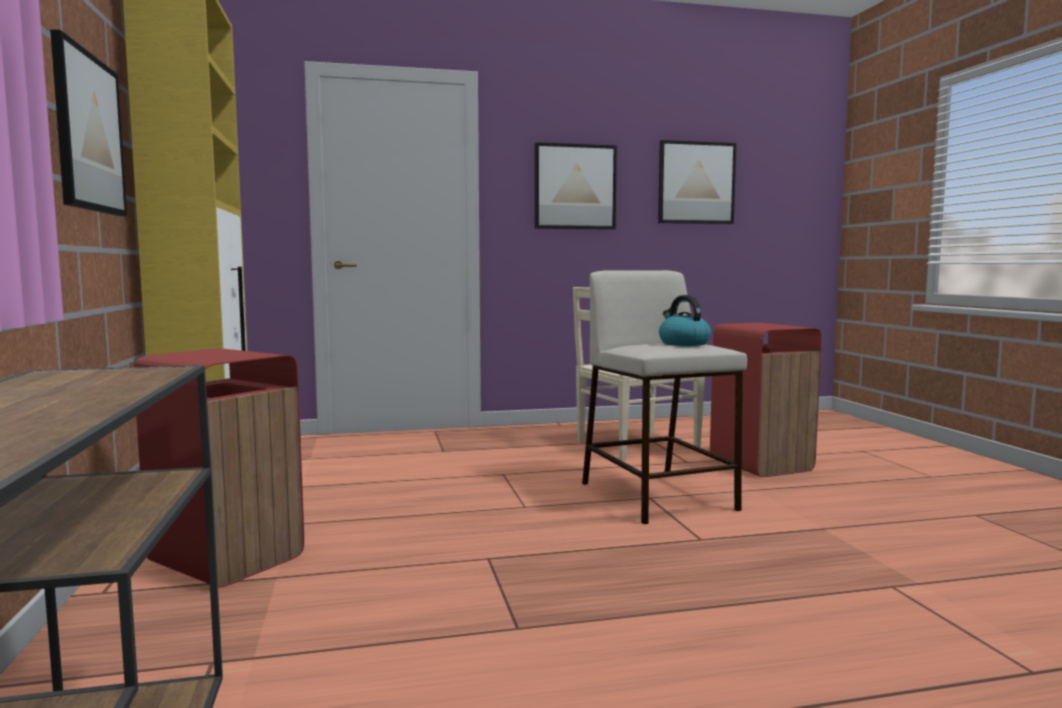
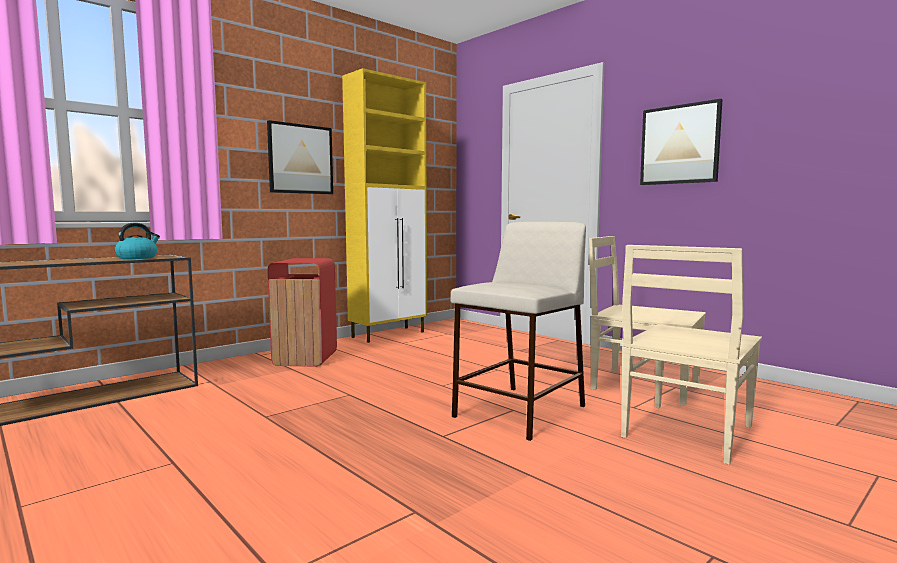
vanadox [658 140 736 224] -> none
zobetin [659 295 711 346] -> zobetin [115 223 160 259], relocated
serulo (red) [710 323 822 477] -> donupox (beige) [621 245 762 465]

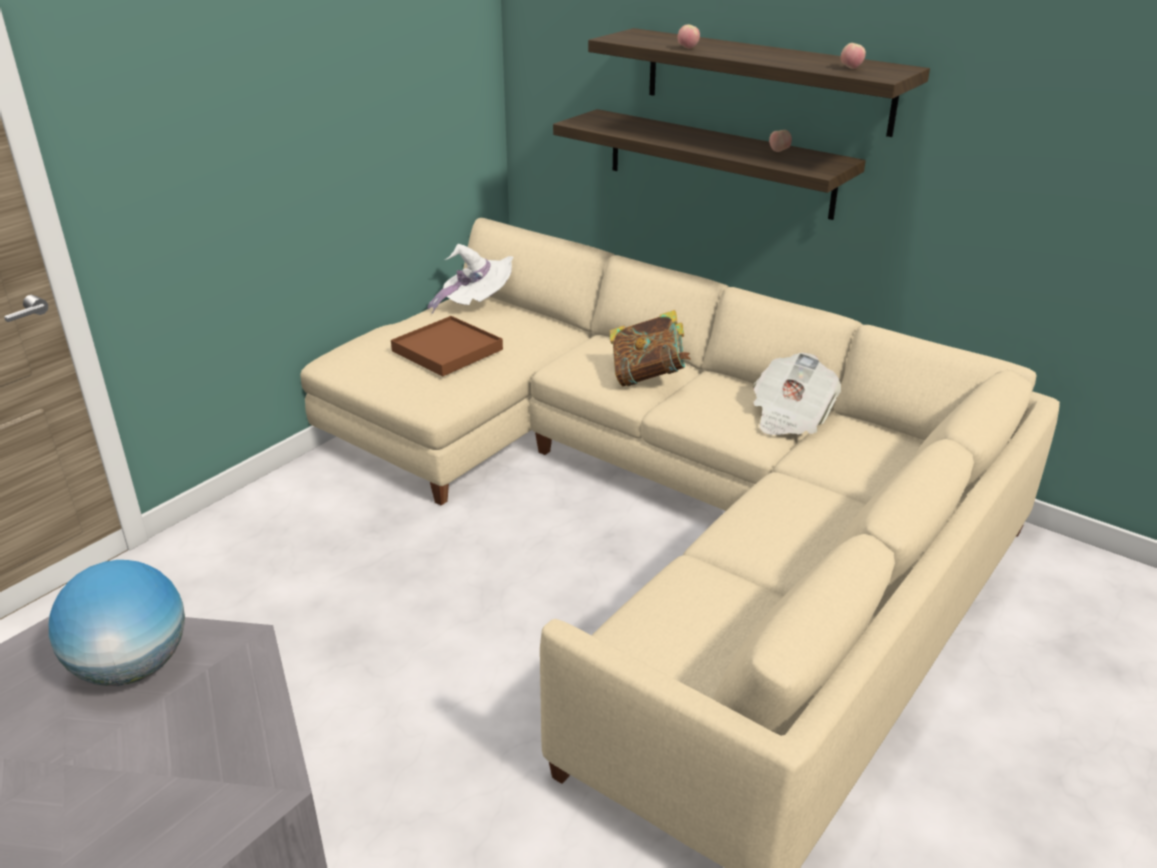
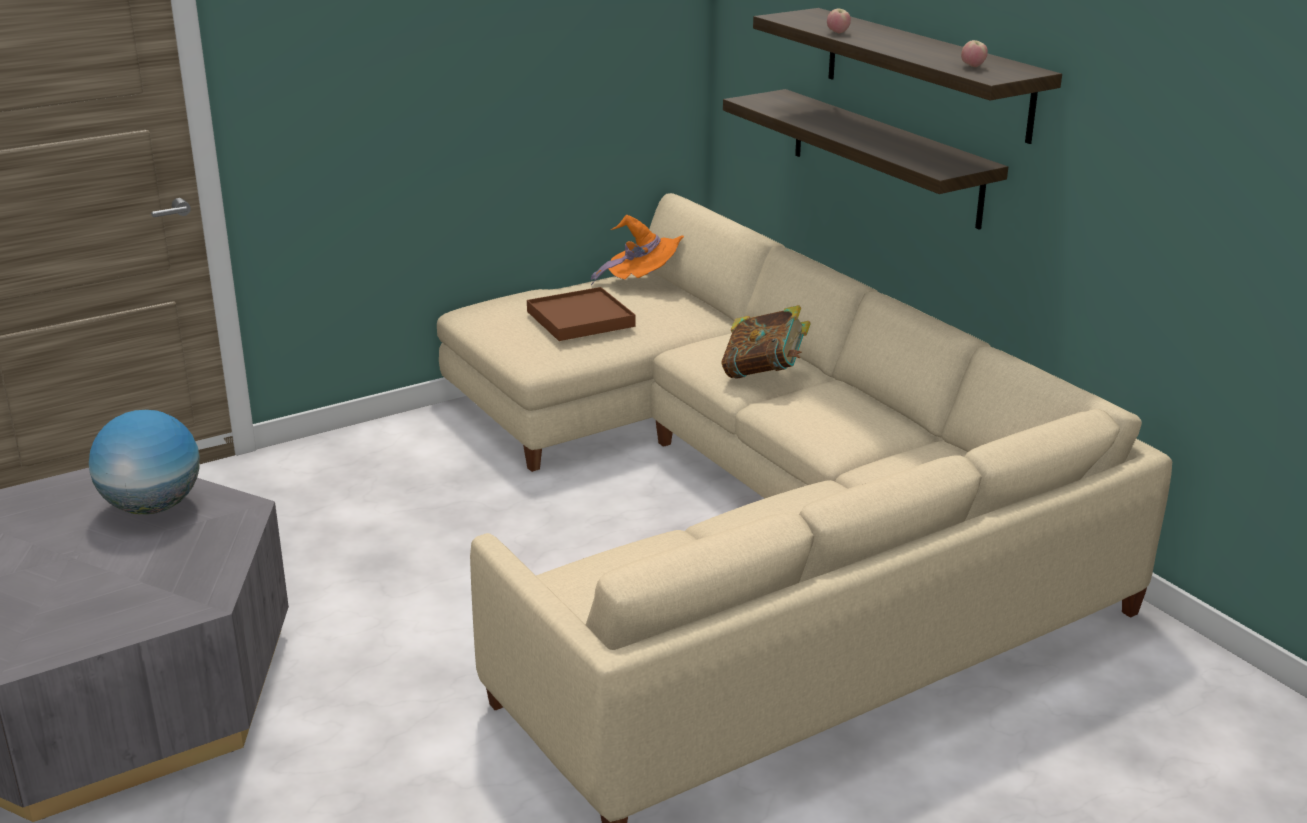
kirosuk [753 352 841 435] -> none
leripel [769 130 792 152] -> none
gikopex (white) [427 244 514 314] -> gikopex (orange) [591 215 684 285]

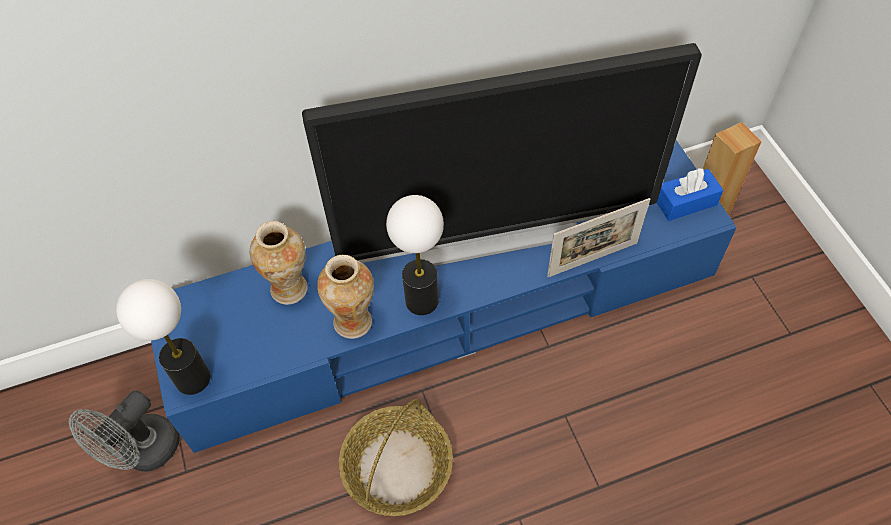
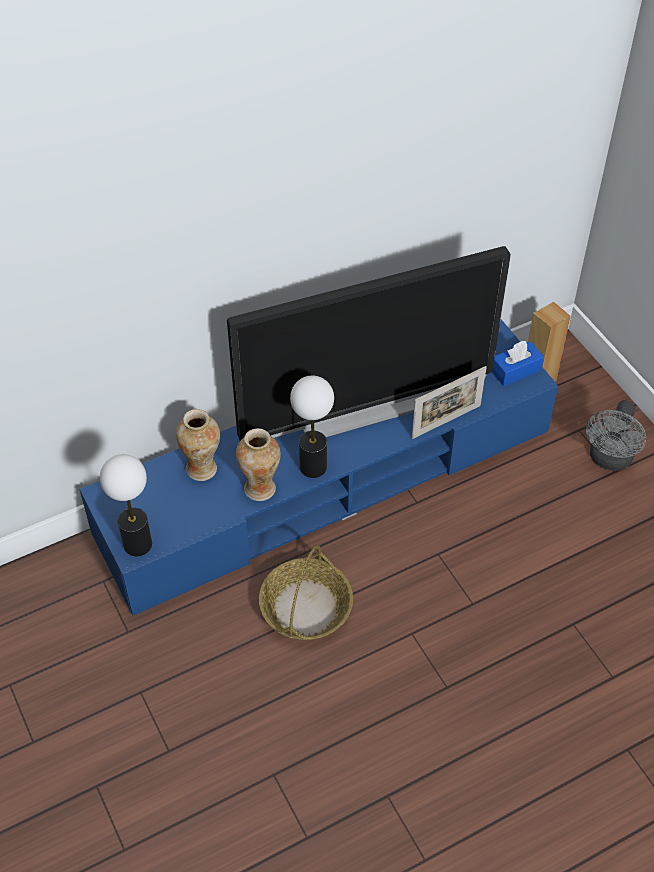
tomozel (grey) [69 391 179 472] -> tomozel (grey) [586 400 646 471], relocated

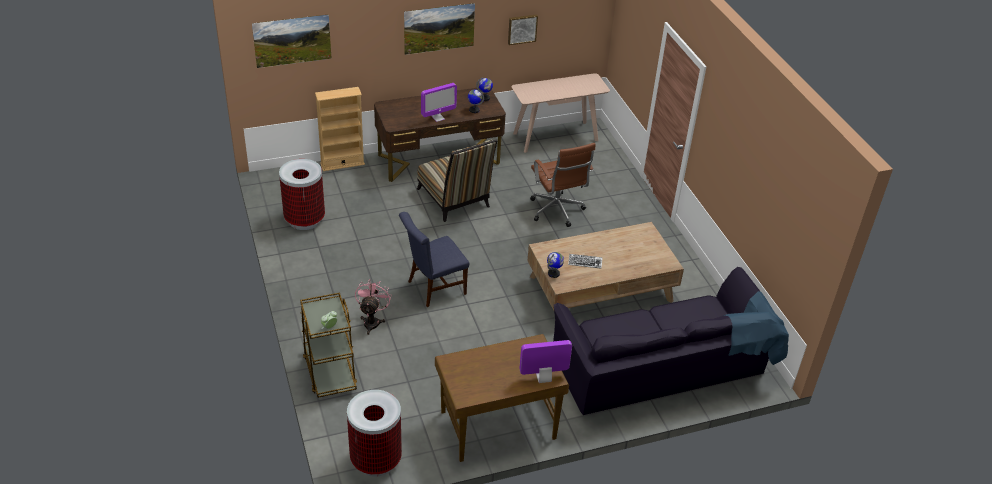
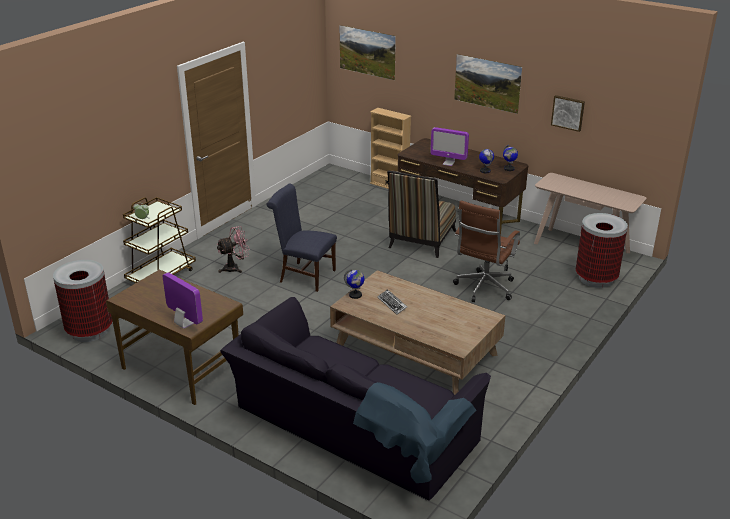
serulo [279 159 325 230] -> serulo [576 213 628 288], relocated

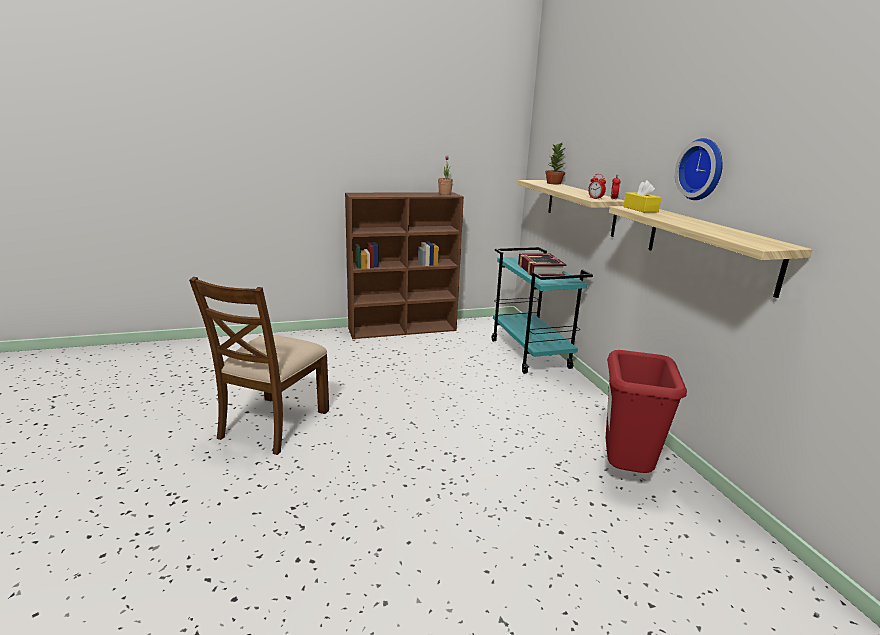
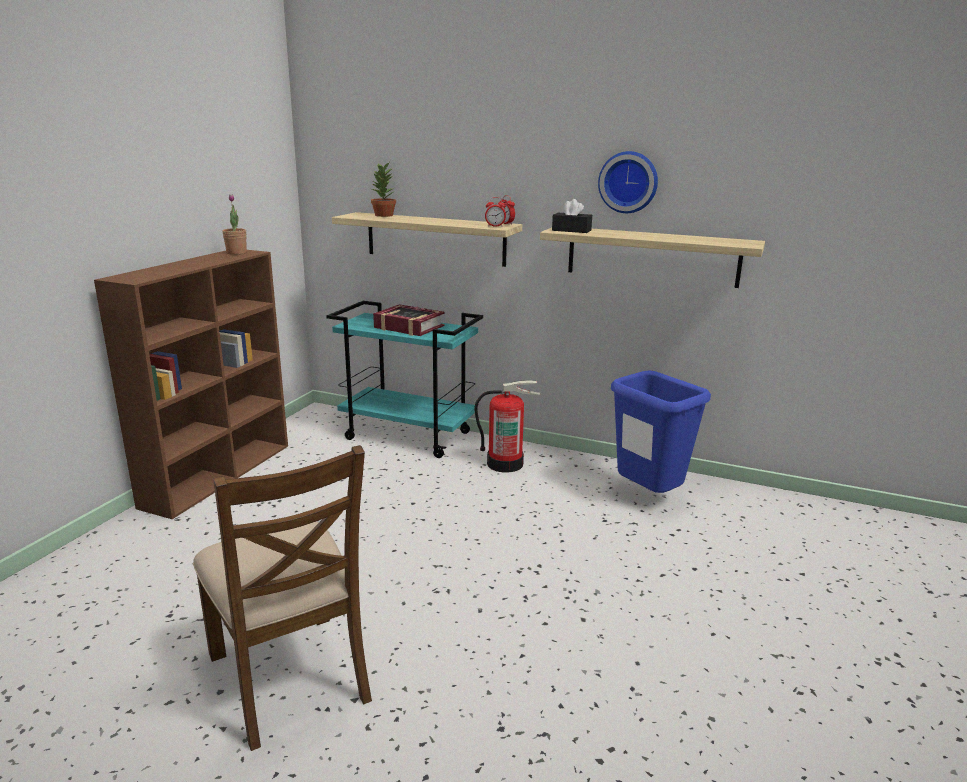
none -> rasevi [474 380 541 472]
serulo (red) [606 350 687 473] -> serulo (blue) [611 371 711 493]
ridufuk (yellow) [623 180 661 213] -> ridufuk (black) [552 199 592 233]

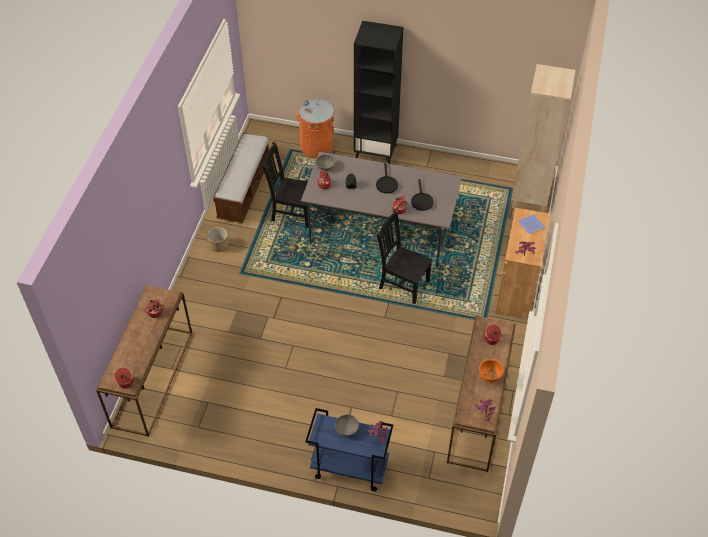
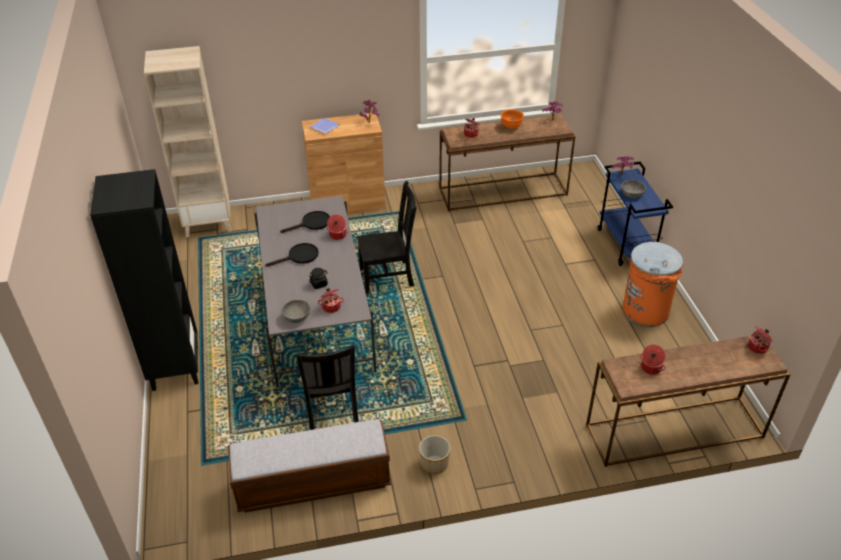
serulo (orange) [296 99 334 158] -> serulo (orange) [622 242 683 327], relocated
donupox (black) [377 209 432 304] -> donupox (black) [357 181 417 293], 105 degrees counterclockwise

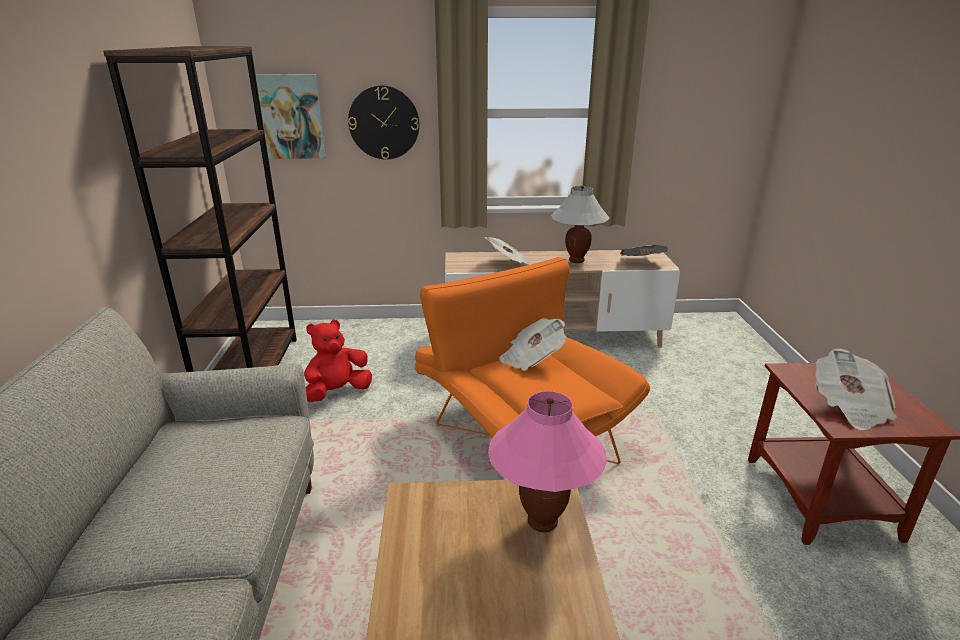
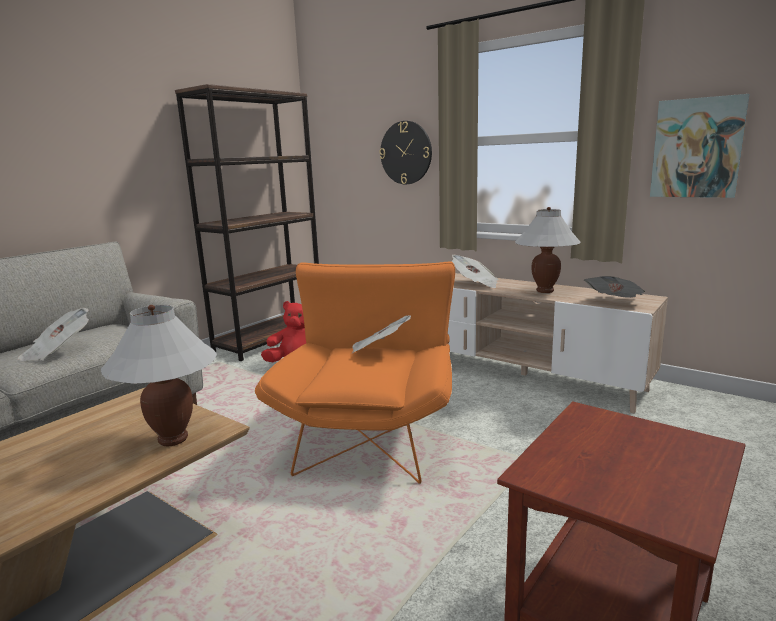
vanadox [248 74 326 159] -> vanadox [650 94 750 198], relocated
kirosuk [815 349 897 430] -> kirosuk [18 308 89 361], relocated
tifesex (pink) [488 391 607 533] -> tifesex (white) [101 305 217 446]

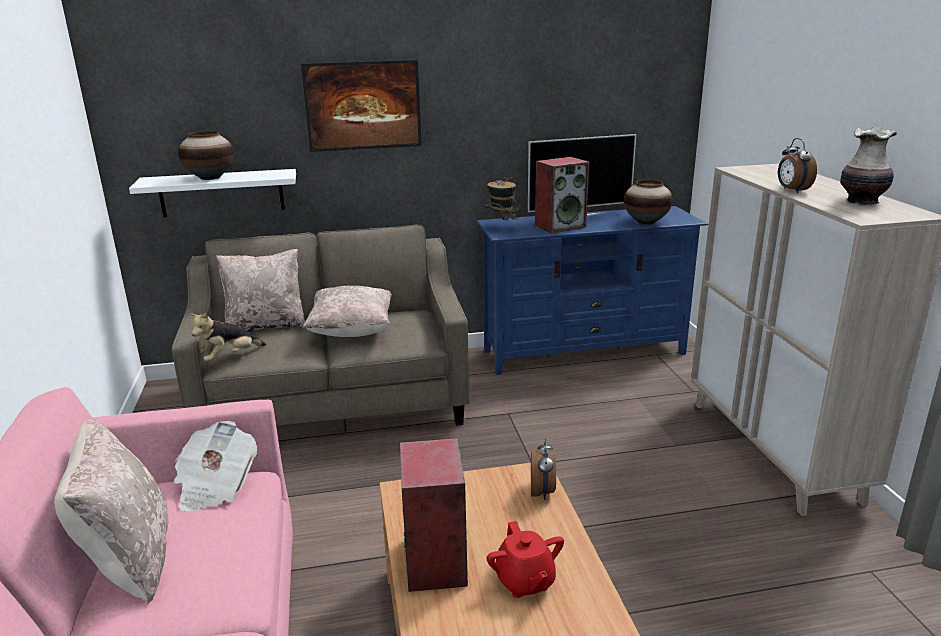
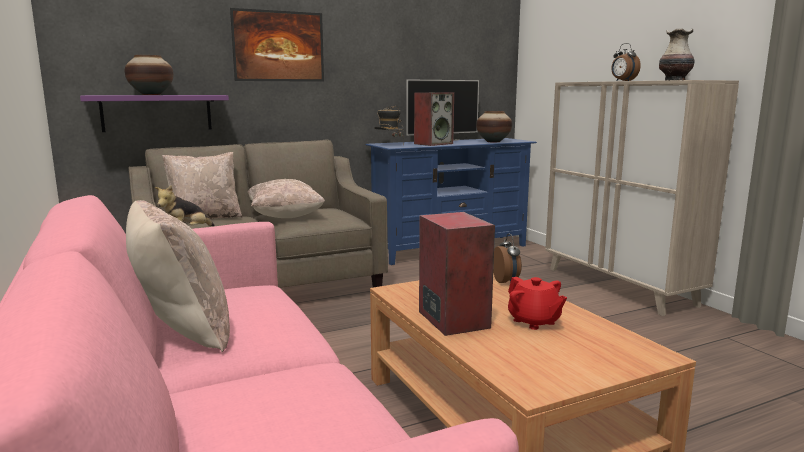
kirosuk [174 421 257 511] -> none
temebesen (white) [129 169 296 217] -> temebesen (purple) [80 95 229 132]

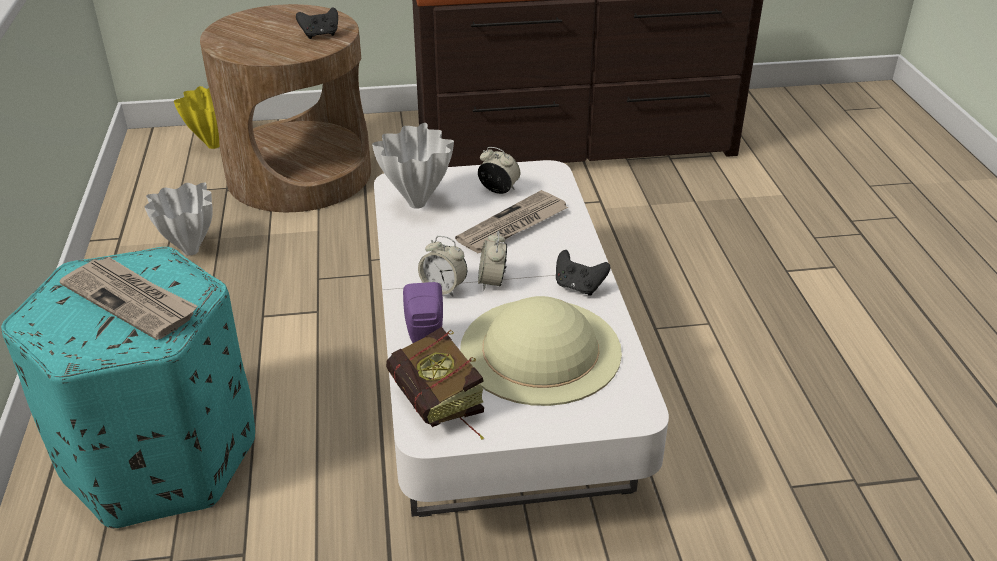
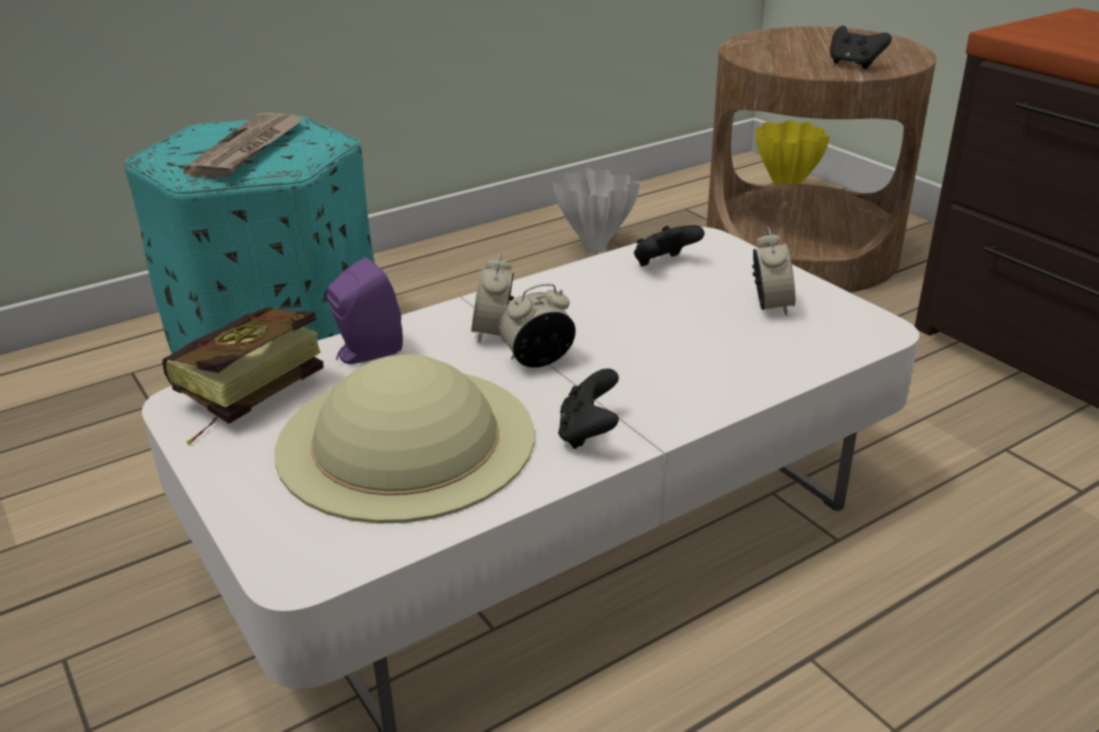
kirosuk [455 190 568 253] -> none
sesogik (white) [372 123 454 209] -> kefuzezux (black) [634 225 704 266]

